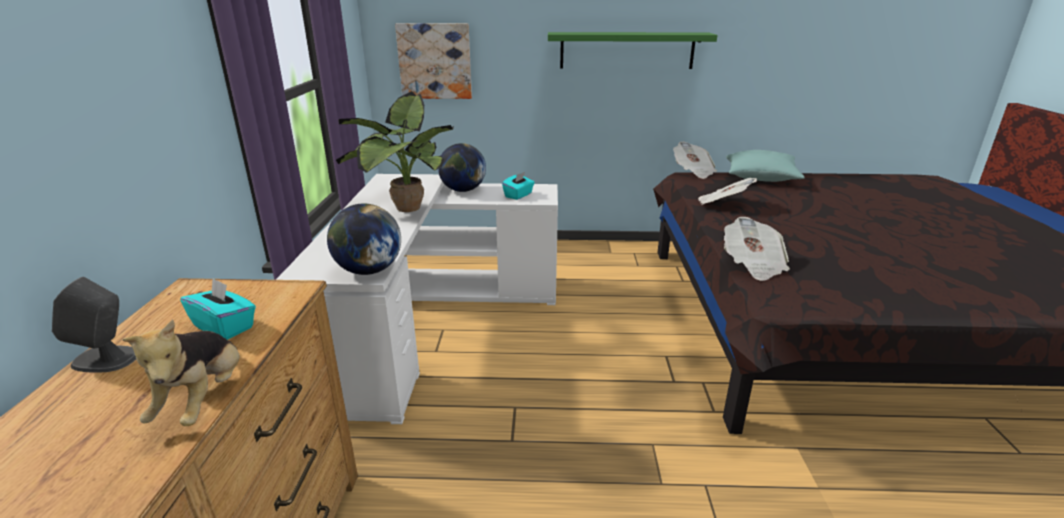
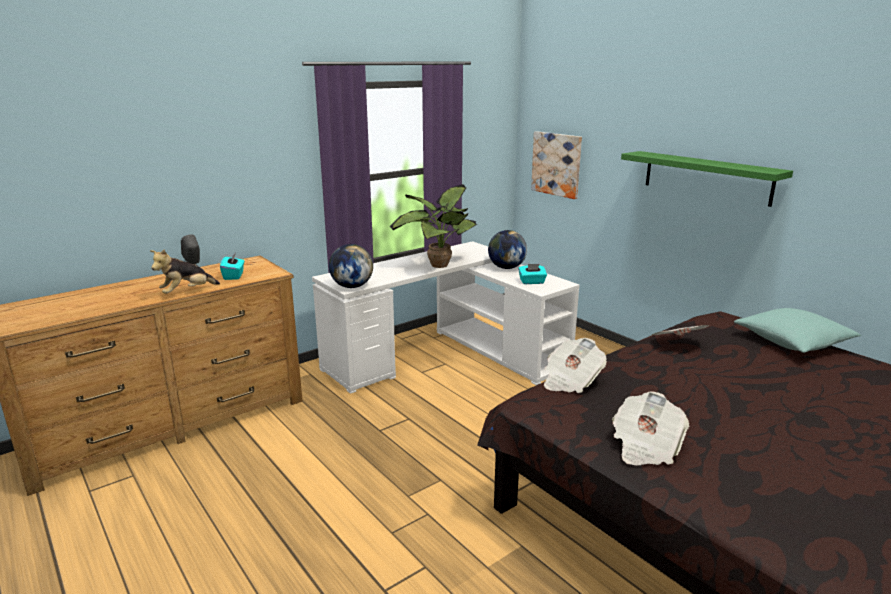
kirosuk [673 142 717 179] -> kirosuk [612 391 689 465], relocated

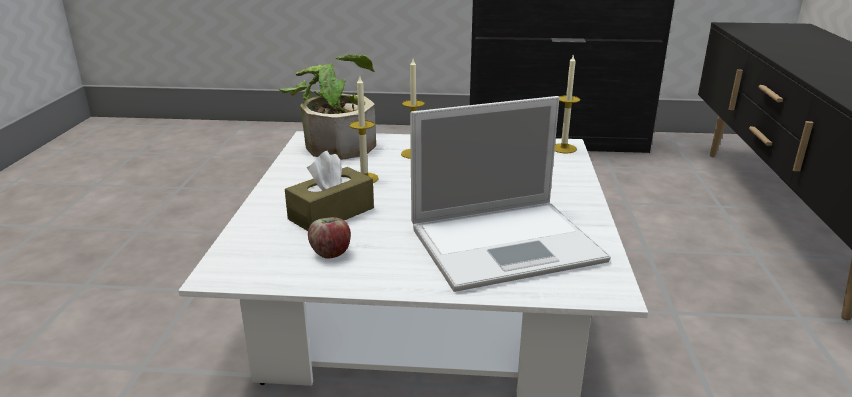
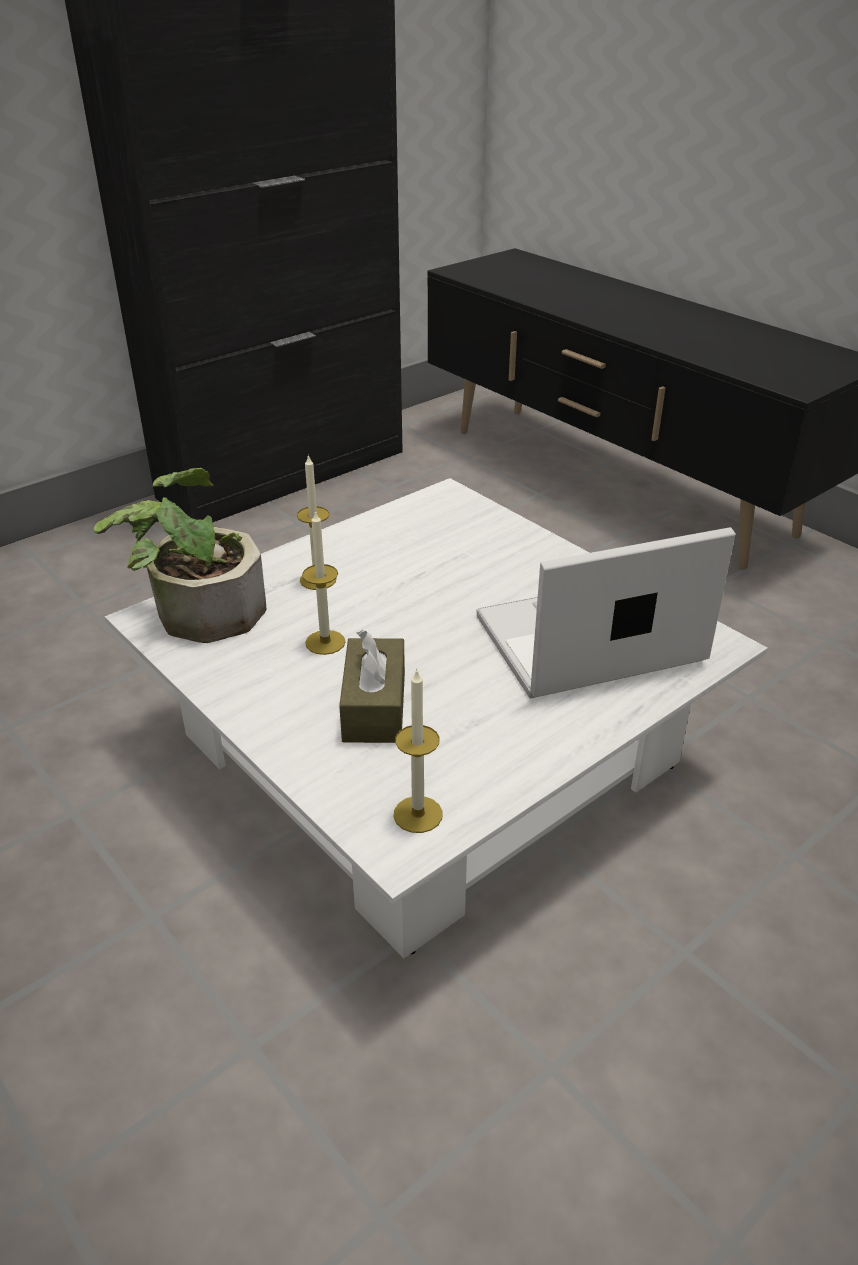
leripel [308 217 351 259] -> none
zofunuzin [555 55 580 153] -> zofunuzin [394 668 443 833], relocated
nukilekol [410 96 611 292] -> nukilekol [476 527 735 699], 135 degrees counterclockwise

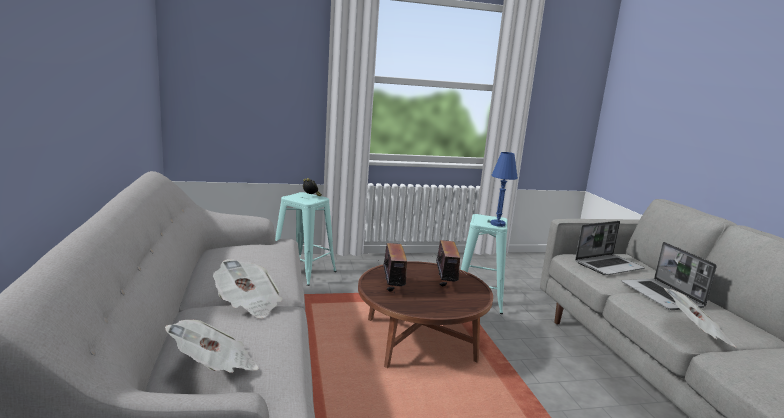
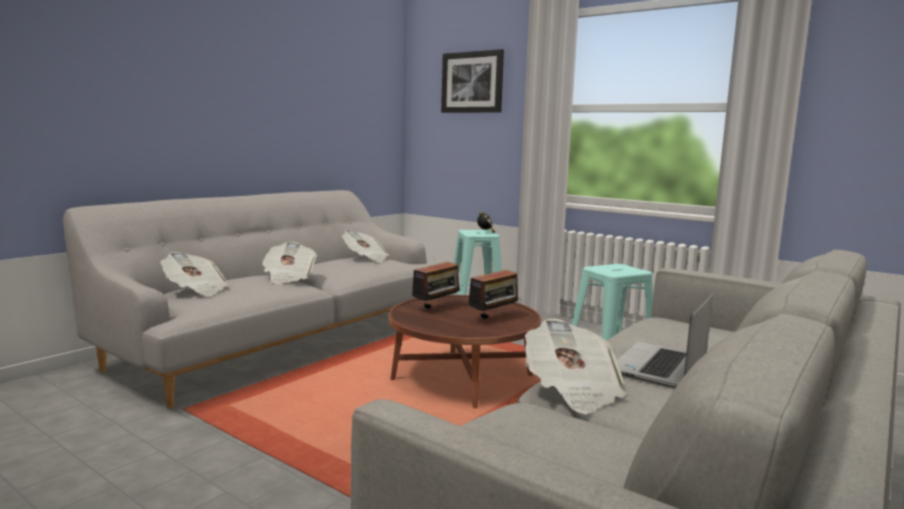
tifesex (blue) [490 152 518 227] -> none
nukilekol [575 221 645 275] -> none
none -> kirosuk [342 230 389 262]
none -> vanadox [441 49 504 113]

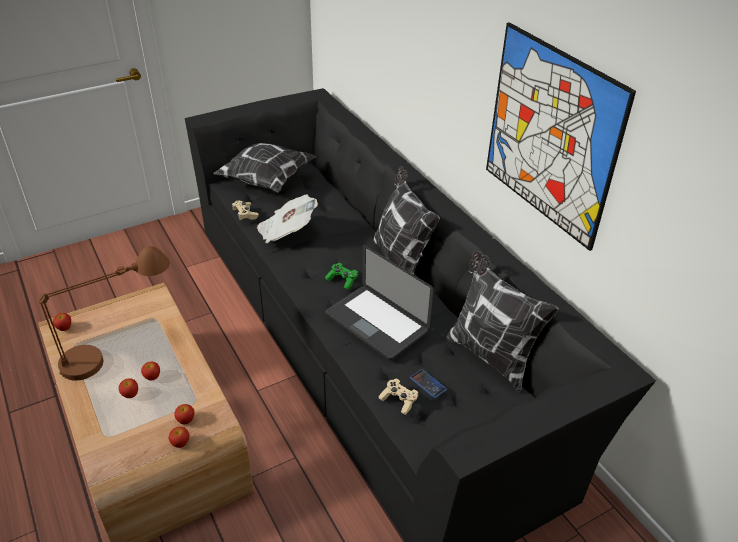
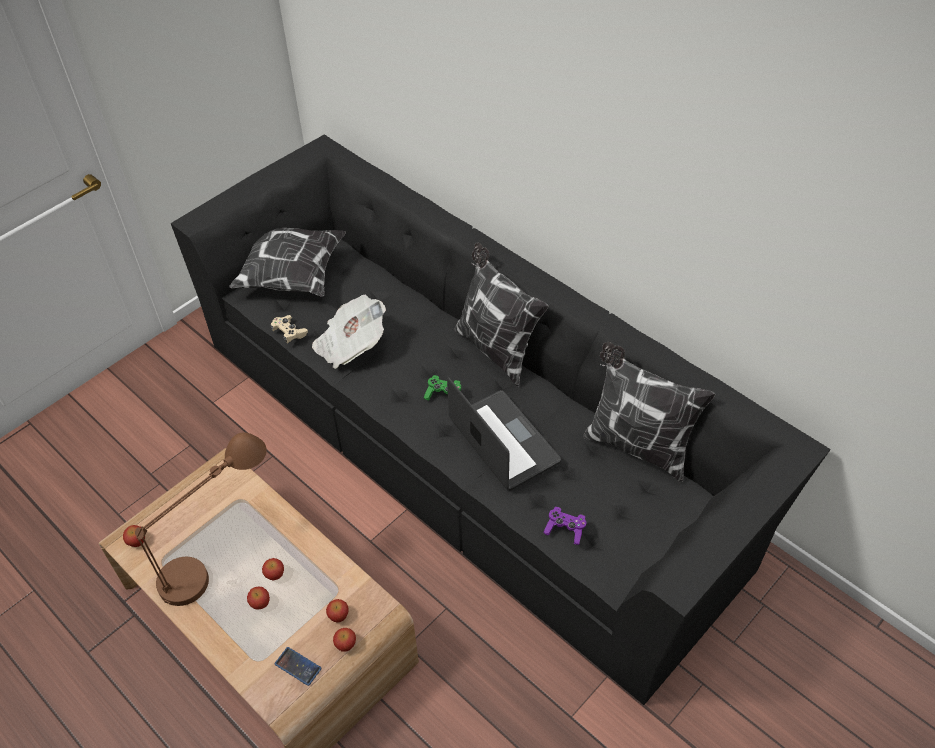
vanadox [486 22 636 251] -> none
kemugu [410 369 447 398] -> kemugu [275 647 322 686], relocated
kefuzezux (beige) [379 379 419 415] -> kefuzezux (purple) [543 507 586 545]
nukilekol [325 245 434 361] -> nukilekol [447 377 561 491], 150 degrees counterclockwise

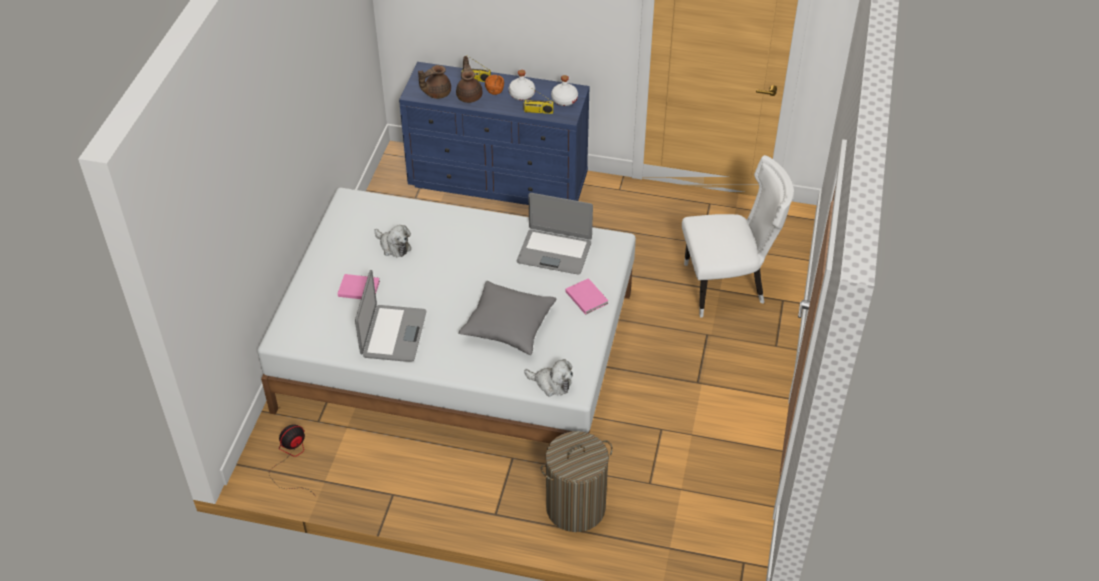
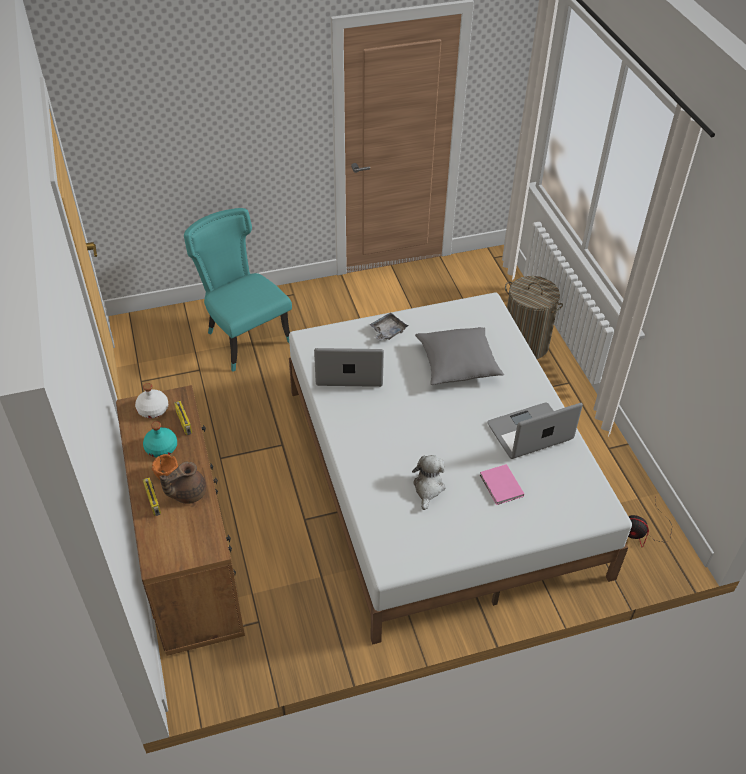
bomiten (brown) [418 65 451 99] -> none
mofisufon [524 359 573 396] -> none
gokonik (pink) [565 278 608 315] -> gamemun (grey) [370 312 408 341]
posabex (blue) [399 62 590 205] -> posabex (brown) [116 385 245 656]
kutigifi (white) [509 70 535 100] -> kutigifi (turquoise) [143 421 177 458]
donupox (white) [682 155 794 318] -> donupox (turquoise) [184 208 292 372]
nukilekol [517 193 593 275] -> nukilekol [314 348 384 387], 75 degrees counterclockwise

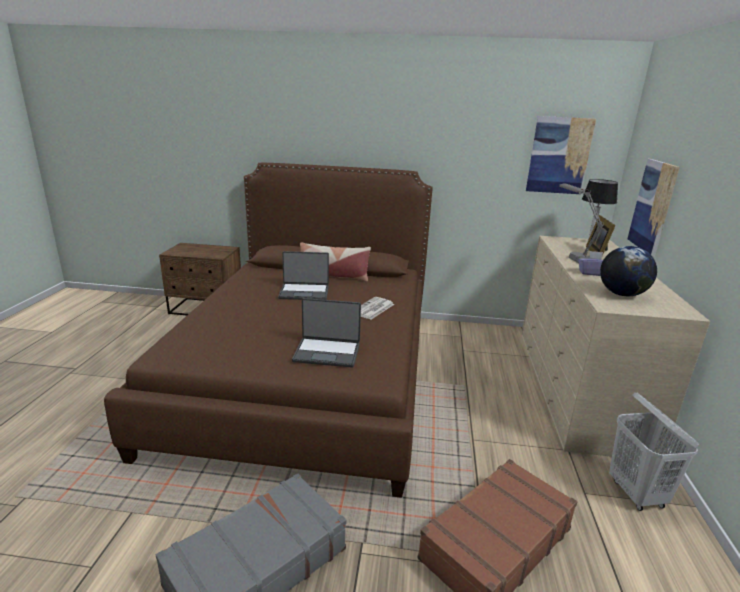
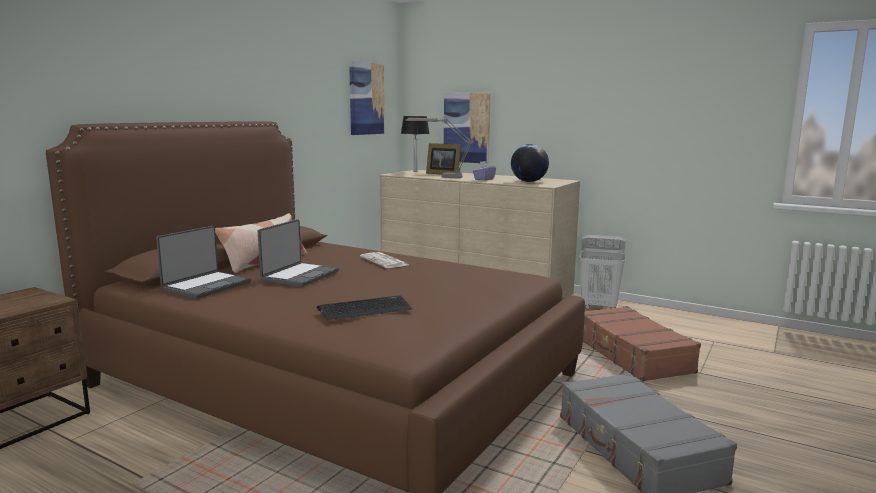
none -> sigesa [316 296 412 321]
nukilekol [292 298 361 367] -> nukilekol [156 226 251 299], relocated

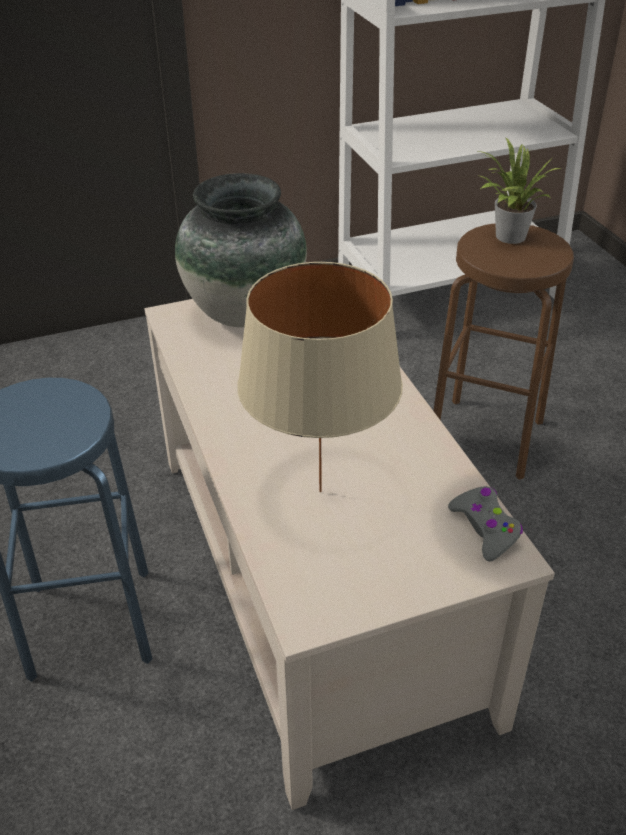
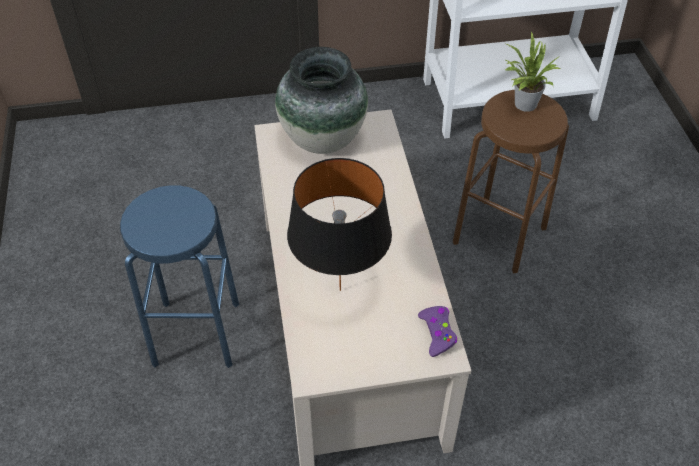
tifesex (beige) [237 262 403 492] -> tifesex (black) [287 158 392 291]
kefuzezux (grey) [448 486 523 562] -> kefuzezux (purple) [418 306 457 357]

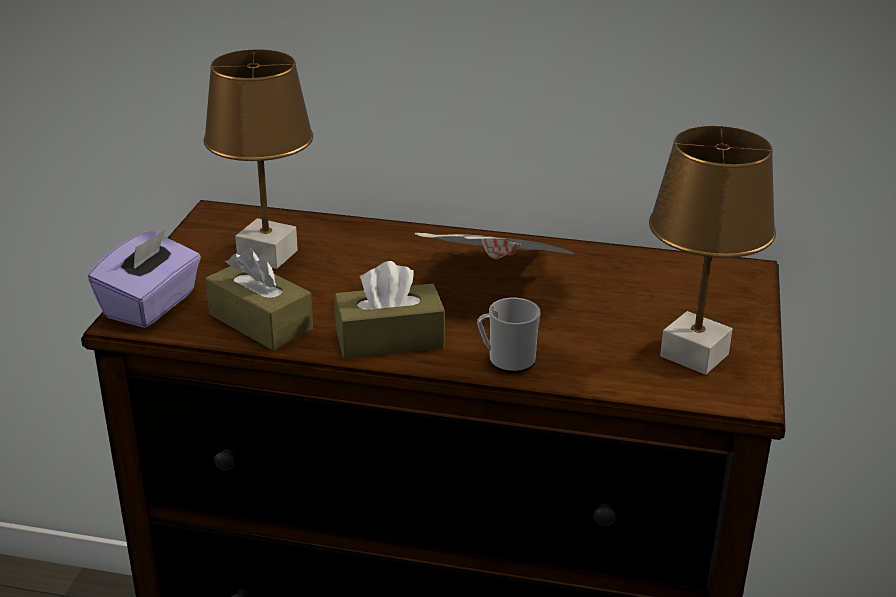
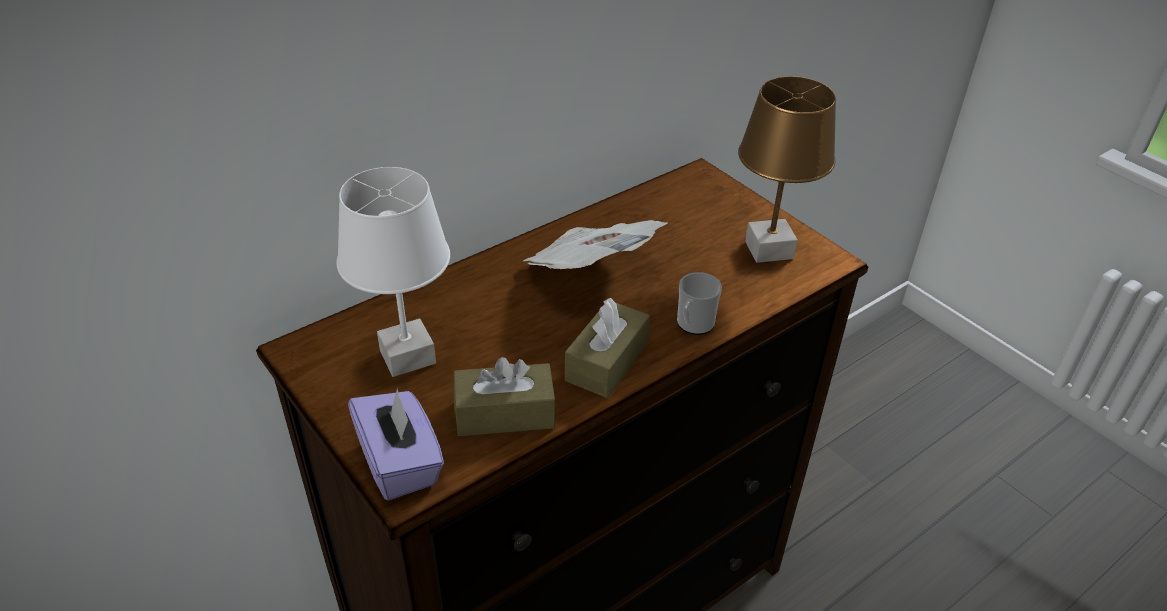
tifesex (brown) [204 49 313 269] -> tifesex (white) [337 167 450 377]

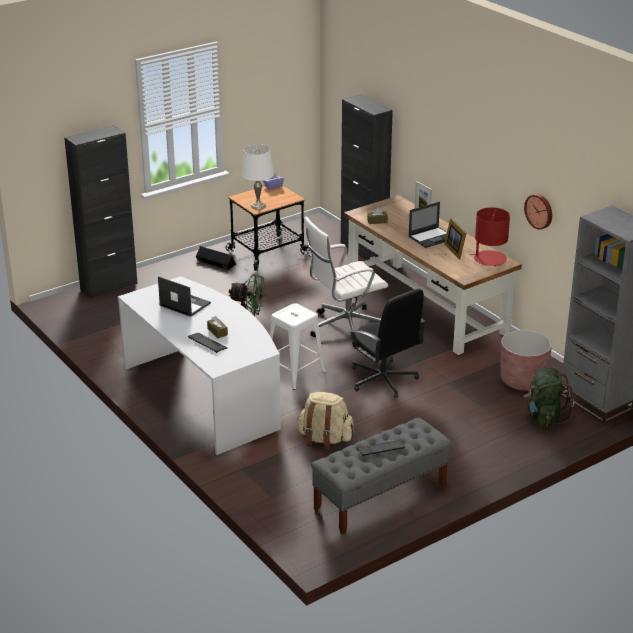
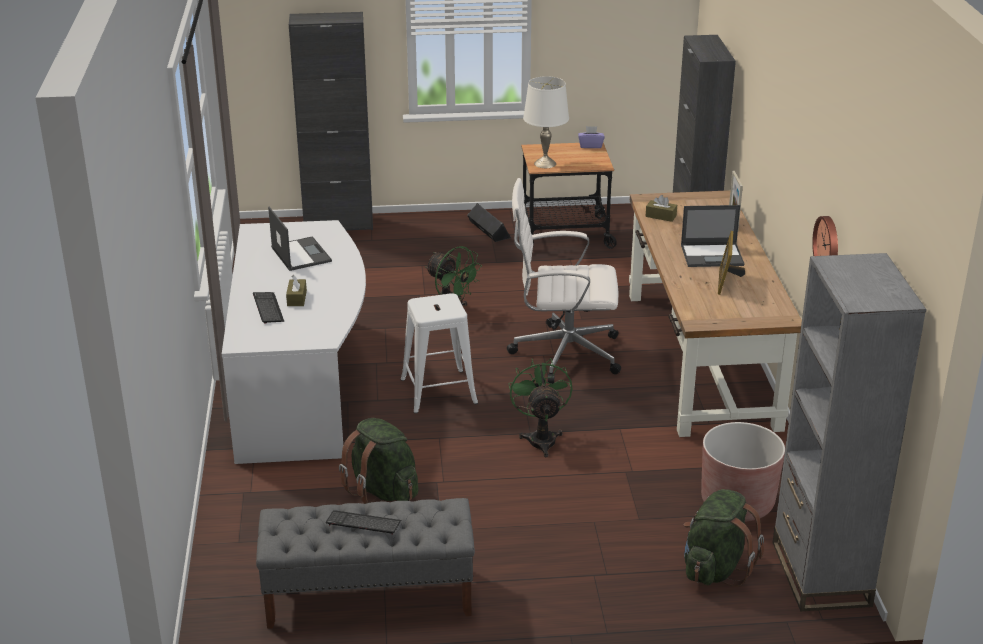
tifesex (red) [470 207 510 267] -> none
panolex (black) [350 289 426 398] -> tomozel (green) [509 358 572 457]
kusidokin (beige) [297 392 354 450] -> kusidokin (green) [339 418 418 504]

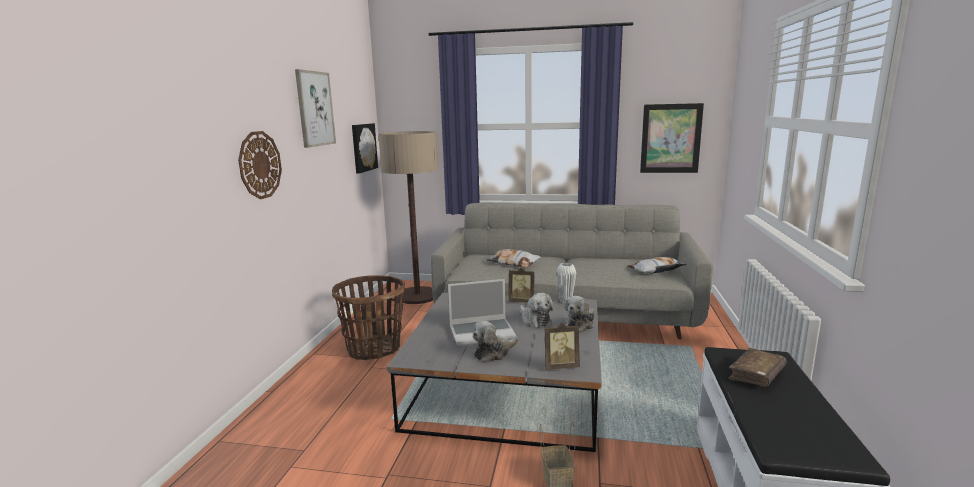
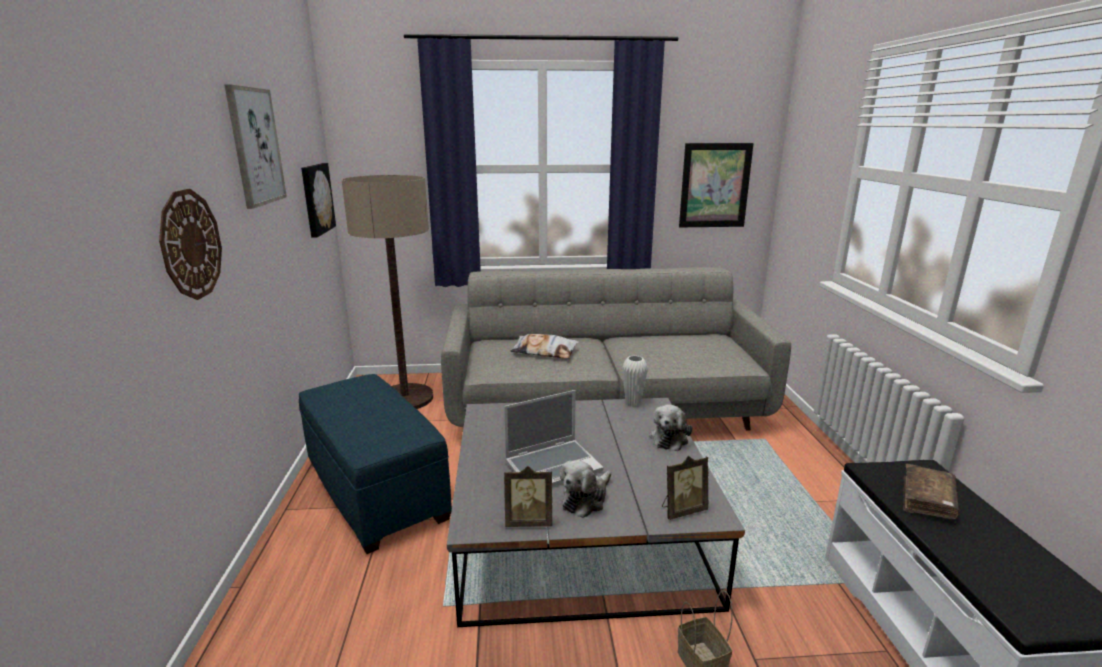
mofisufon [520 293 553 328] -> none
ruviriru [627 257 687 274] -> none
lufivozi [508 267 535 303] -> lufivozi [504 466 552 527], relocated
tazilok [332 275 405 360] -> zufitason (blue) [299 374 452 554]

